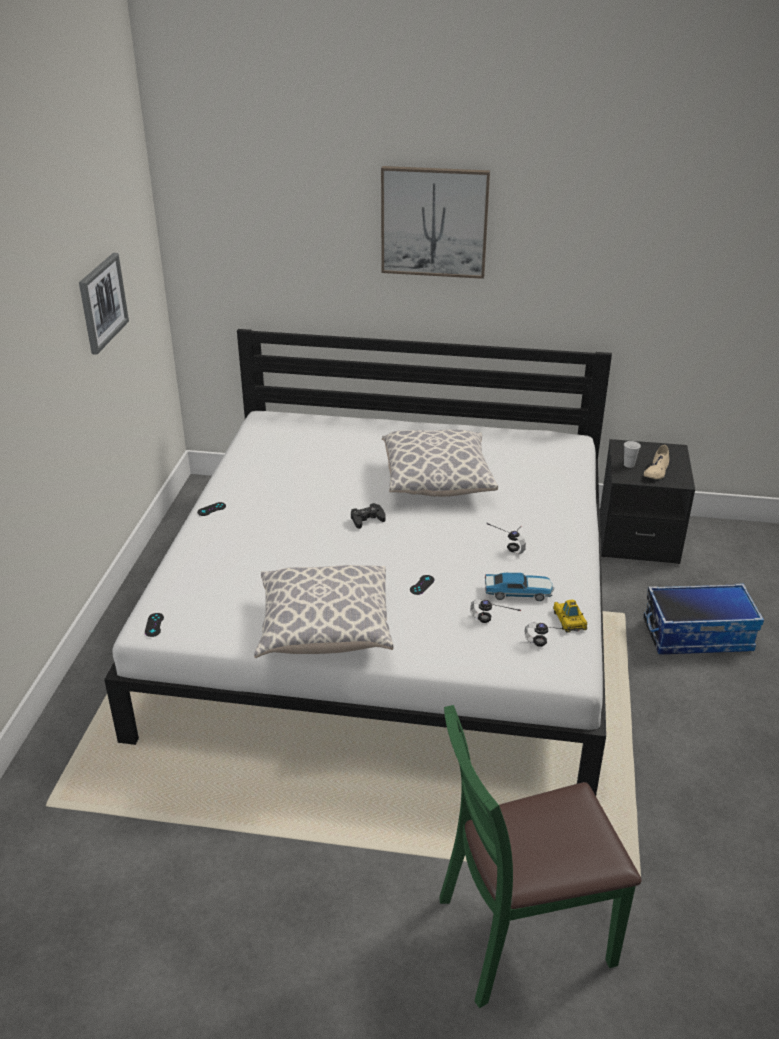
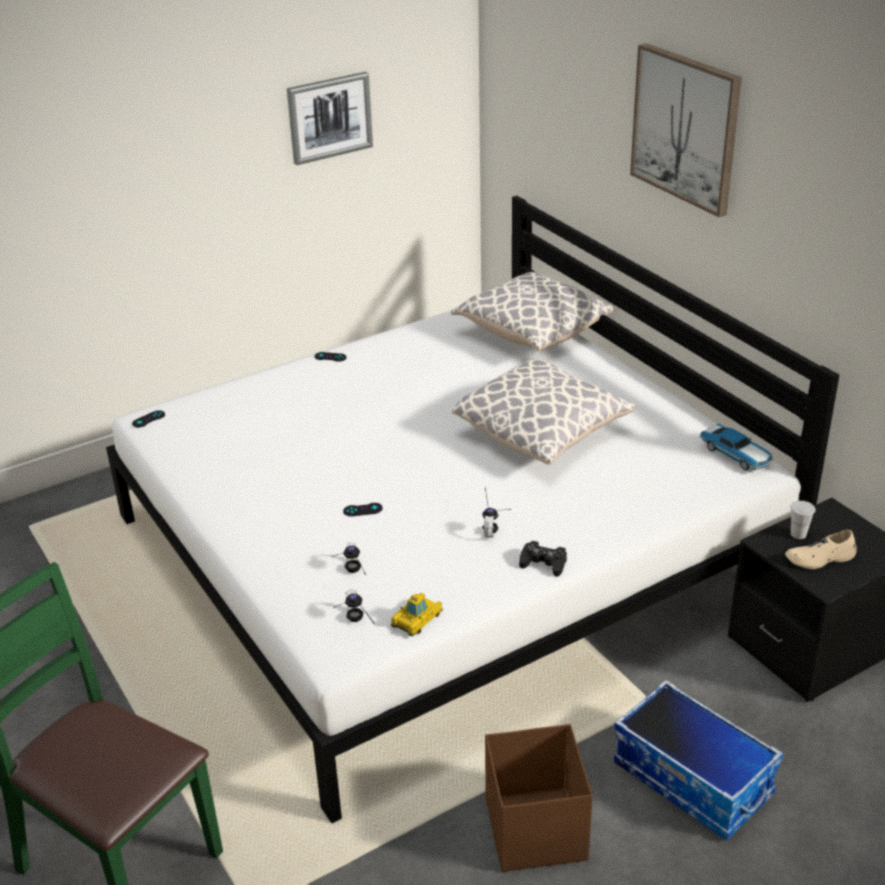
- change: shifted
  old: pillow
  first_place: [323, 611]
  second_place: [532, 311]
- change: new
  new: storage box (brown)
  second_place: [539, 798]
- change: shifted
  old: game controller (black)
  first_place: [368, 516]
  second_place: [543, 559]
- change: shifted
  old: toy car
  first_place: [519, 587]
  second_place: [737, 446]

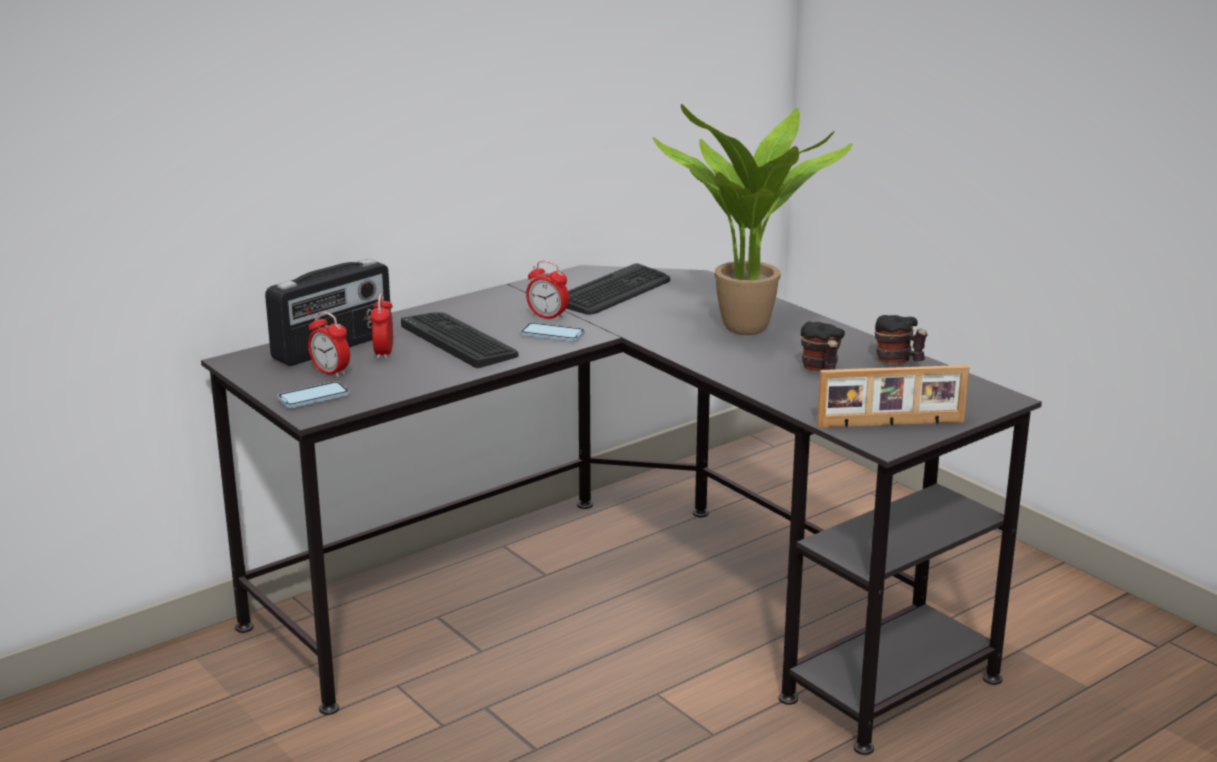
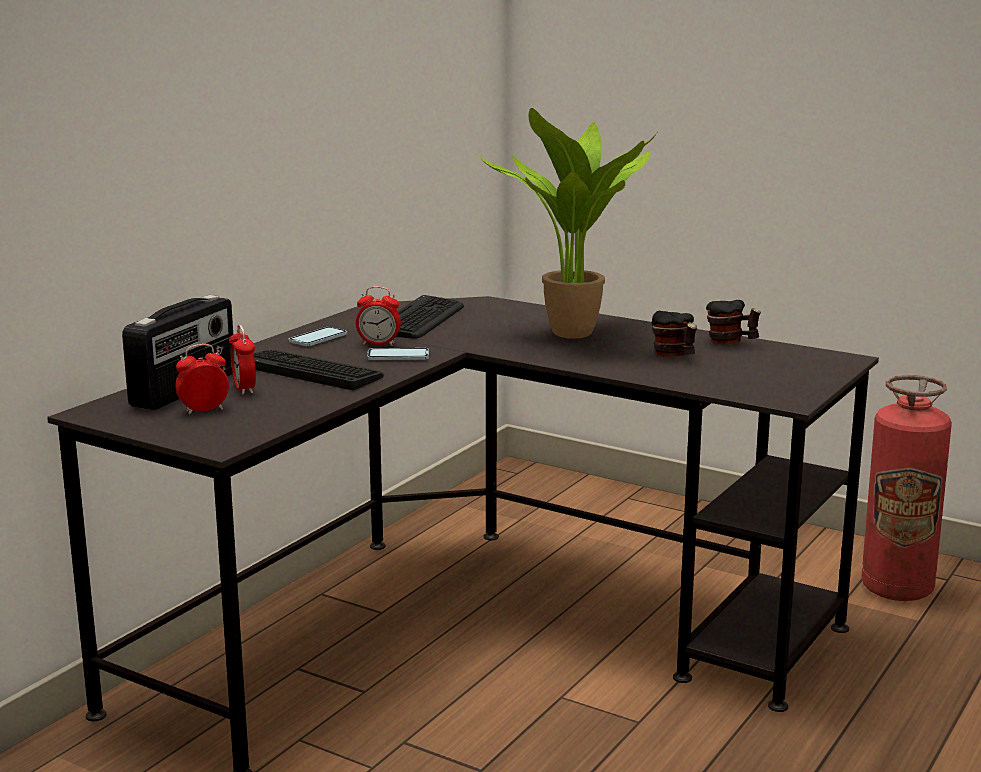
- change: rotated
  old: alarm clock
  first_place: [329, 344]
  second_place: [202, 379]
  degrees: 135
- change: shifted
  old: phone
  first_place: [313, 394]
  second_place: [318, 336]
- change: new
  new: fire extinguisher
  second_place: [906, 488]
- change: gone
  old: picture frame
  first_place: [893, 396]

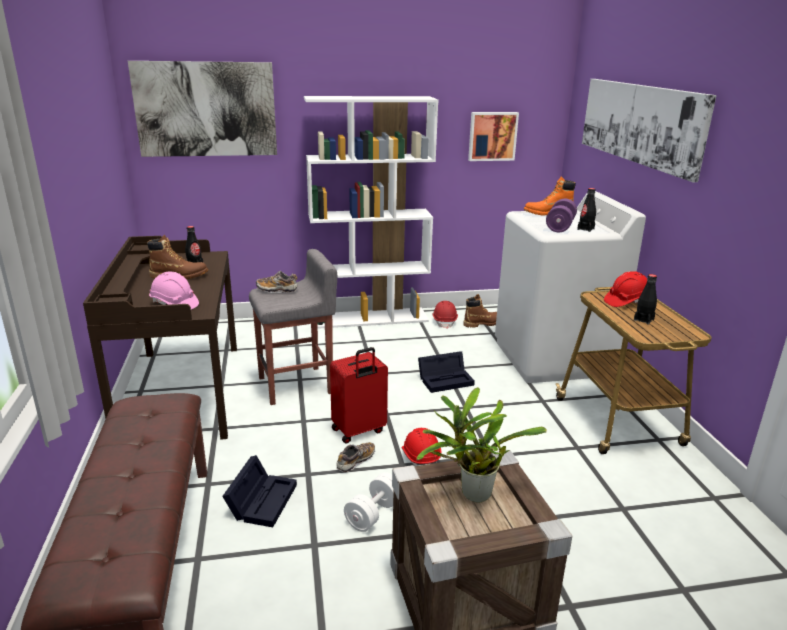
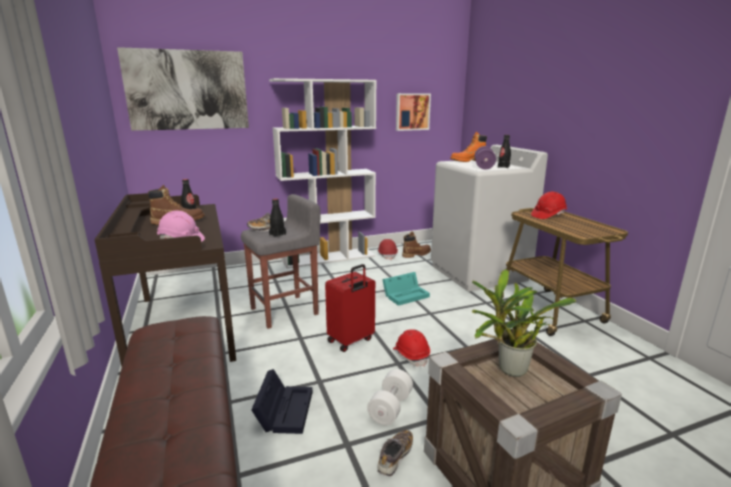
- change: shifted
  old: bottle (black)
  first_place: [645, 299]
  second_place: [277, 218]
- change: shifted
  old: shoe
  first_place: [355, 457]
  second_place: [395, 453]
- change: repainted
  old: storage box (black)
  new: storage box (turquoise)
  first_place: [446, 372]
  second_place: [406, 289]
- change: gone
  old: picture
  first_place: [649, 130]

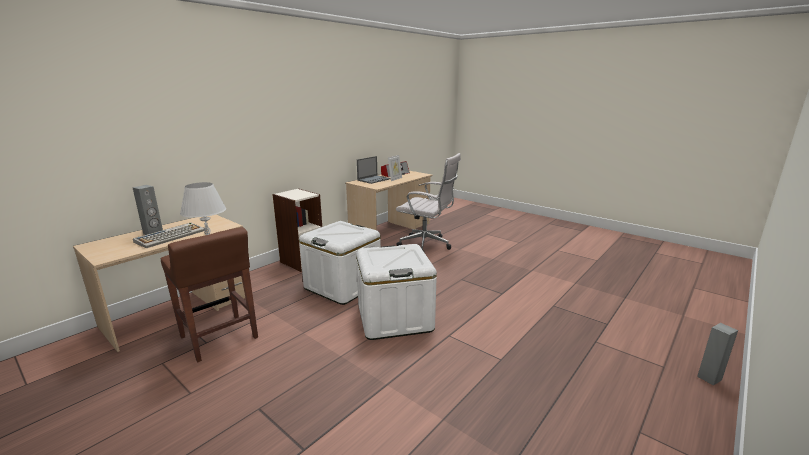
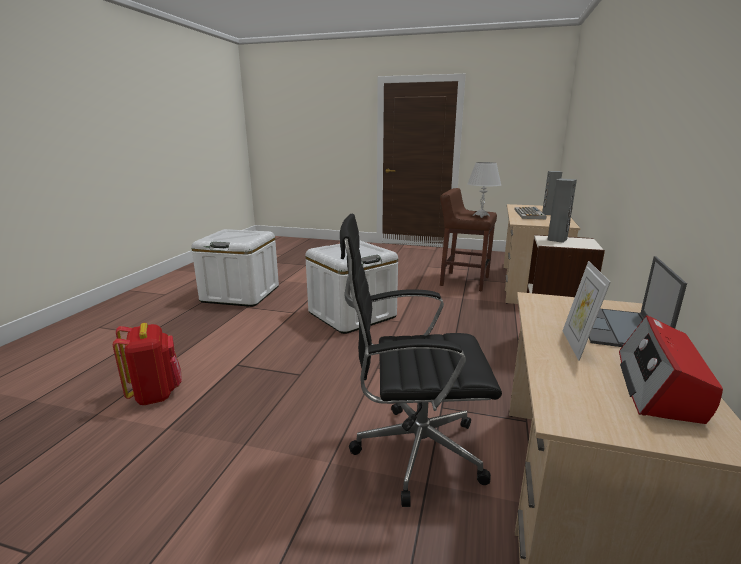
- change: new
  new: backpack (red)
  second_place: [147, 364]
- change: shifted
  old: storage box (white)
  first_place: [340, 263]
  second_place: [235, 268]
- change: repainted
  old: office chair (white)
  new: office chair (black)
  first_place: [428, 202]
  second_place: [421, 360]
- change: shifted
  old: speaker (grey)
  first_place: [717, 354]
  second_place: [562, 211]

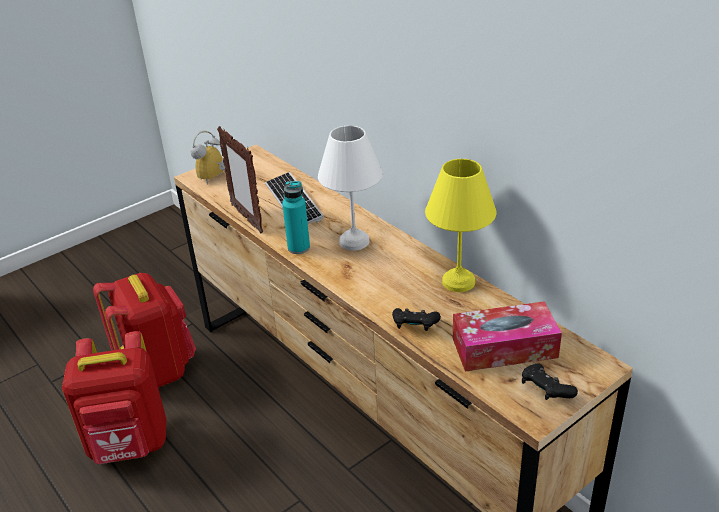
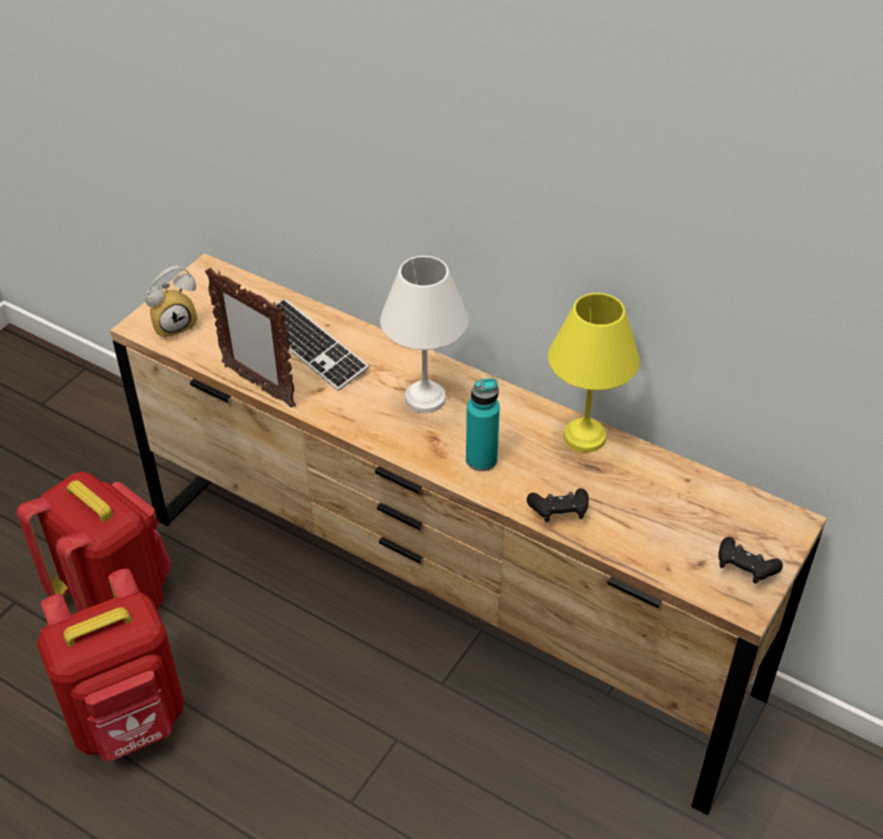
- change: rotated
  old: alarm clock
  first_place: [208, 158]
  second_place: [171, 303]
  degrees: -135
- change: shifted
  old: bottle (turquoise)
  first_place: [296, 217]
  second_place: [483, 424]
- change: gone
  old: tissue box
  first_place: [507, 336]

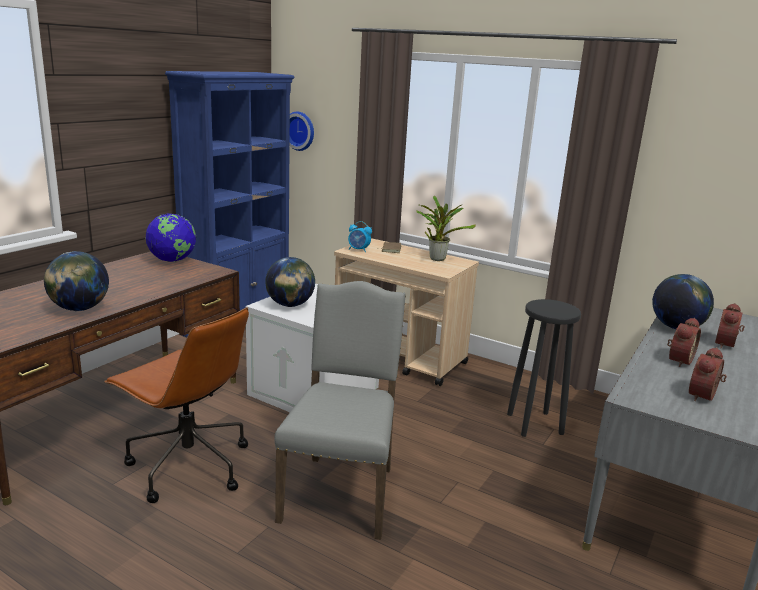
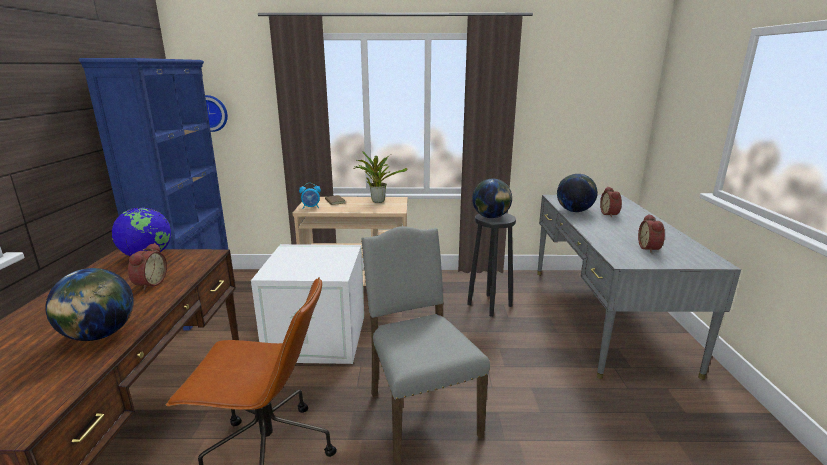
- change: shifted
  old: alarm clock
  first_place: [684, 342]
  second_place: [147, 267]
- change: shifted
  old: globe
  first_place: [290, 282]
  second_place: [492, 199]

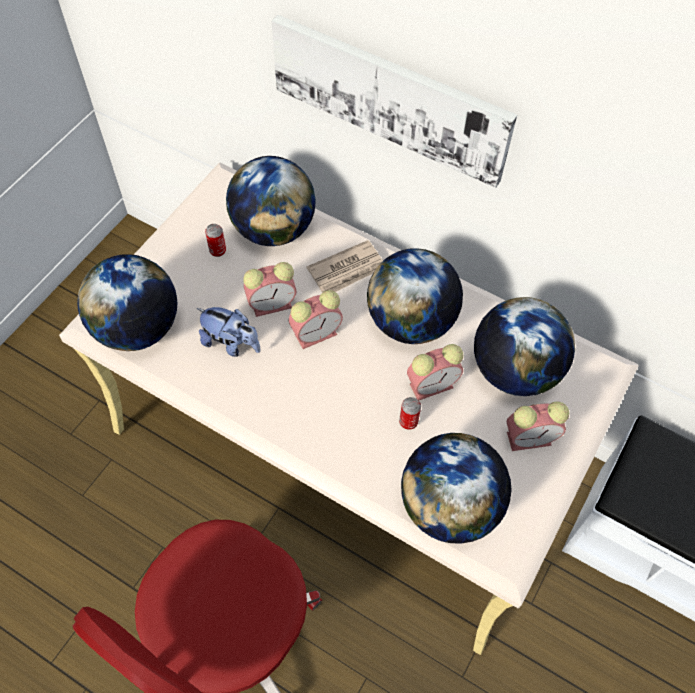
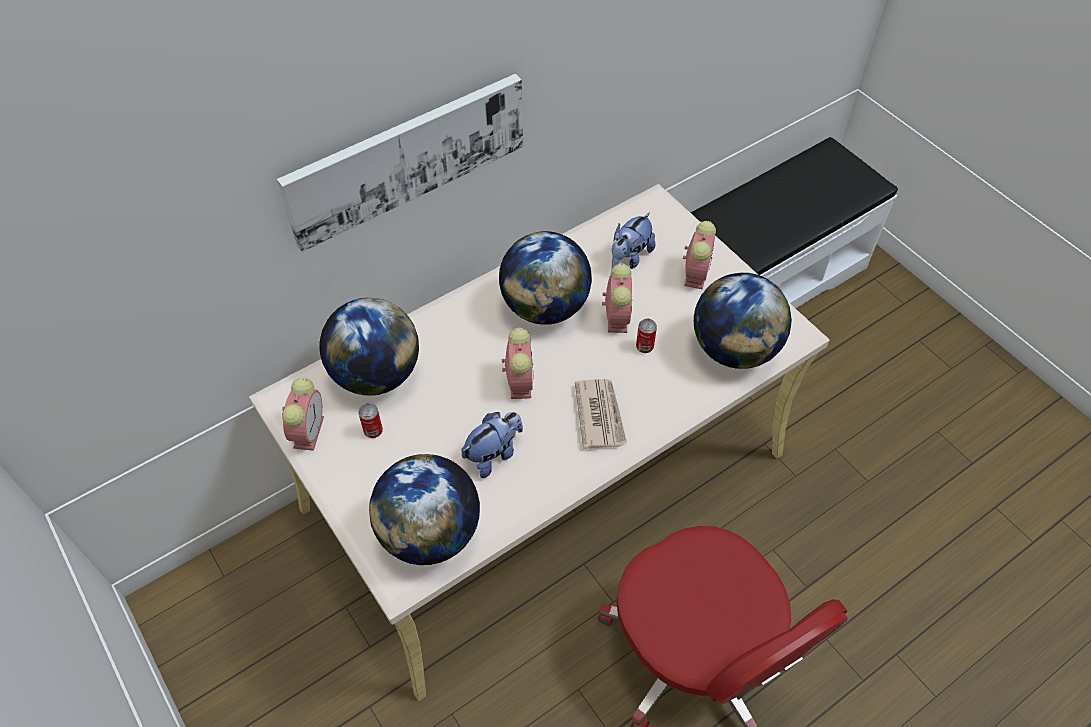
- change: shifted
  old: alarm clock
  first_place: [269, 289]
  second_place: [303, 414]
- change: shifted
  old: newspaper
  first_place: [344, 266]
  second_place: [601, 414]
- change: swapped
  old: globe
  new: plush toy
  first_place: [524, 346]
  second_place: [634, 240]

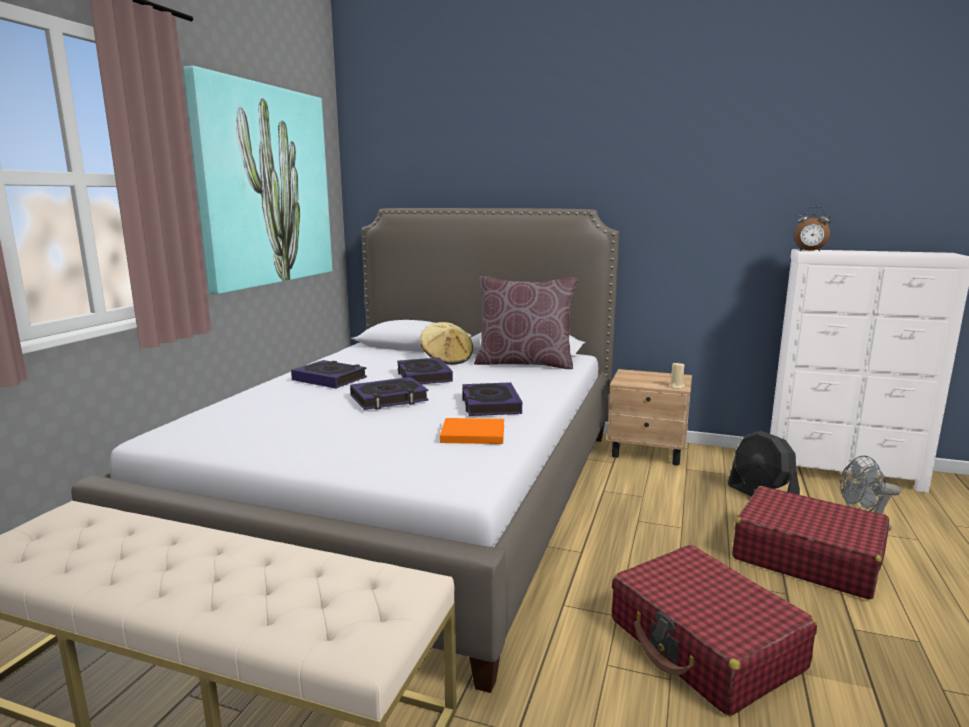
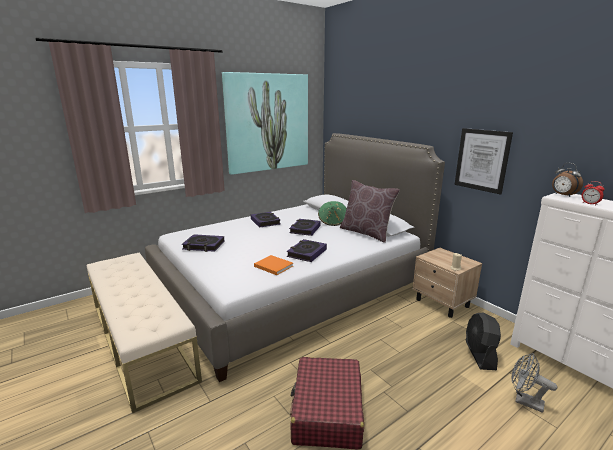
- change: shifted
  old: book
  first_place: [389, 393]
  second_place: [203, 243]
- change: repainted
  old: hat (beige)
  new: hat (green)
  first_place: [446, 343]
  second_place: [332, 213]
- change: new
  new: picture
  second_place: [484, 161]
- change: new
  new: alarm clock
  second_place: [593, 193]
- change: gone
  old: suitcase (red)
  first_place: [810, 543]

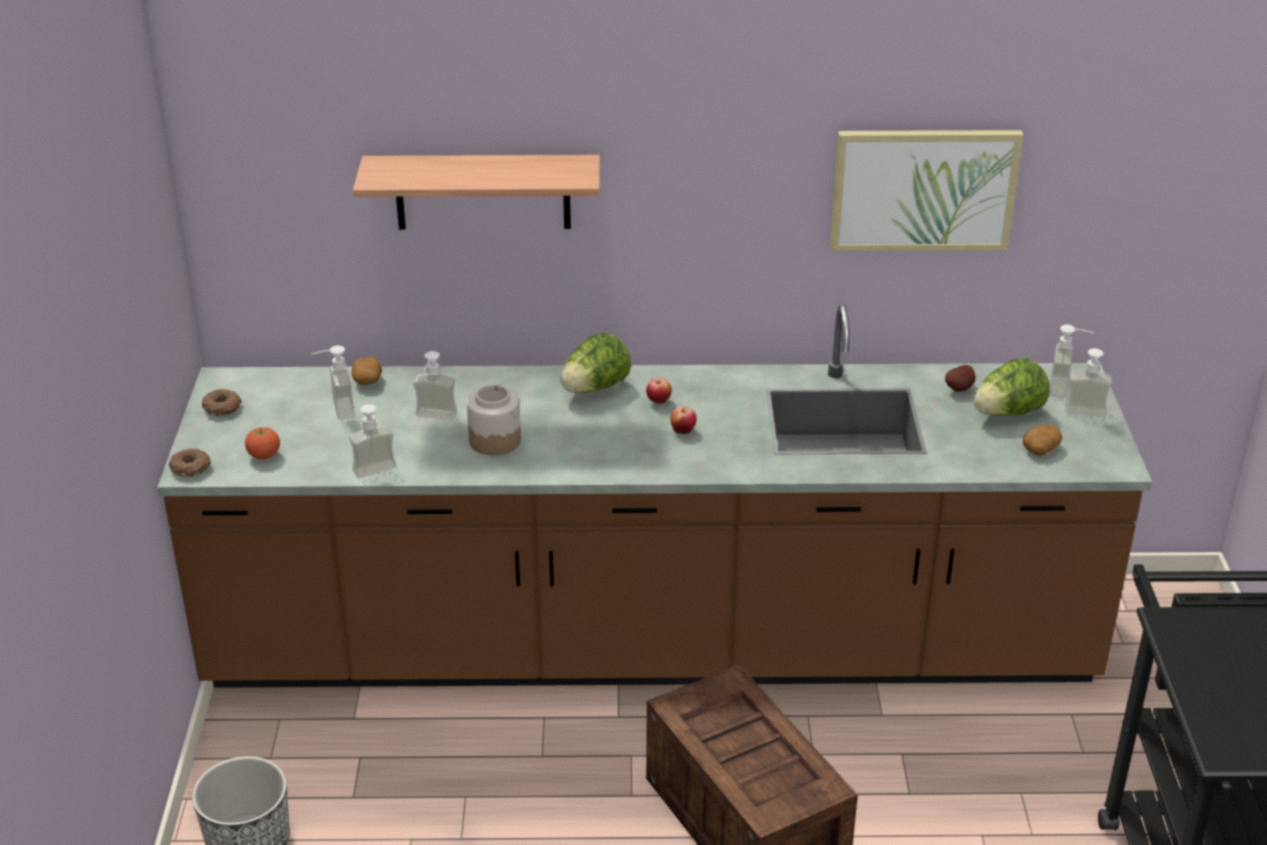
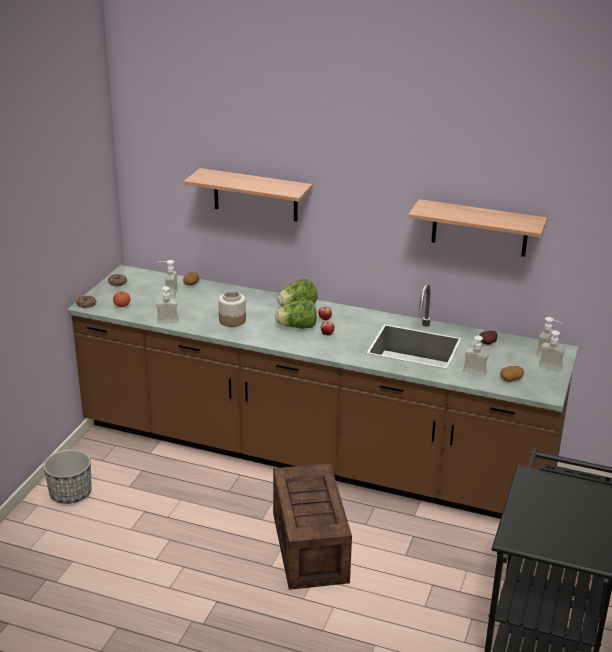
- change: shifted
  old: lettuce
  first_place: [1011, 387]
  second_place: [296, 314]
- change: swapped
  old: picture
  new: shelf
  first_place: [926, 190]
  second_place: [477, 228]
- change: shifted
  old: soap dispenser
  first_place: [435, 385]
  second_place: [476, 356]

